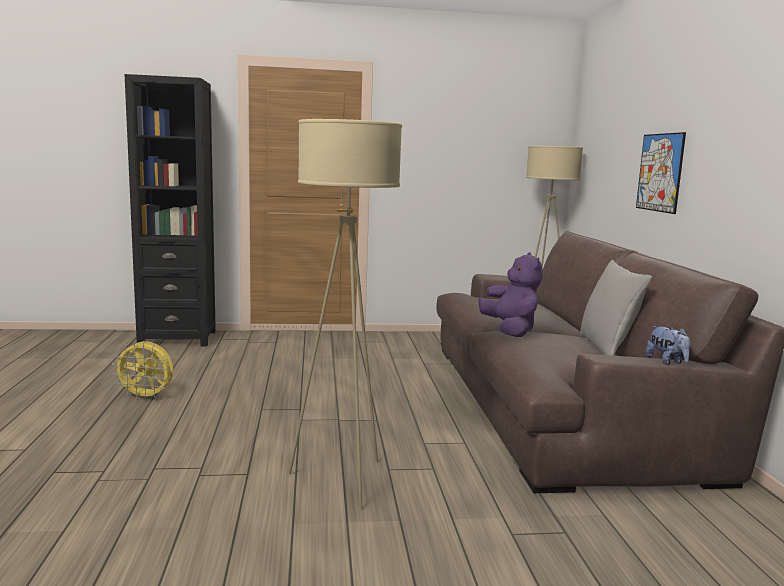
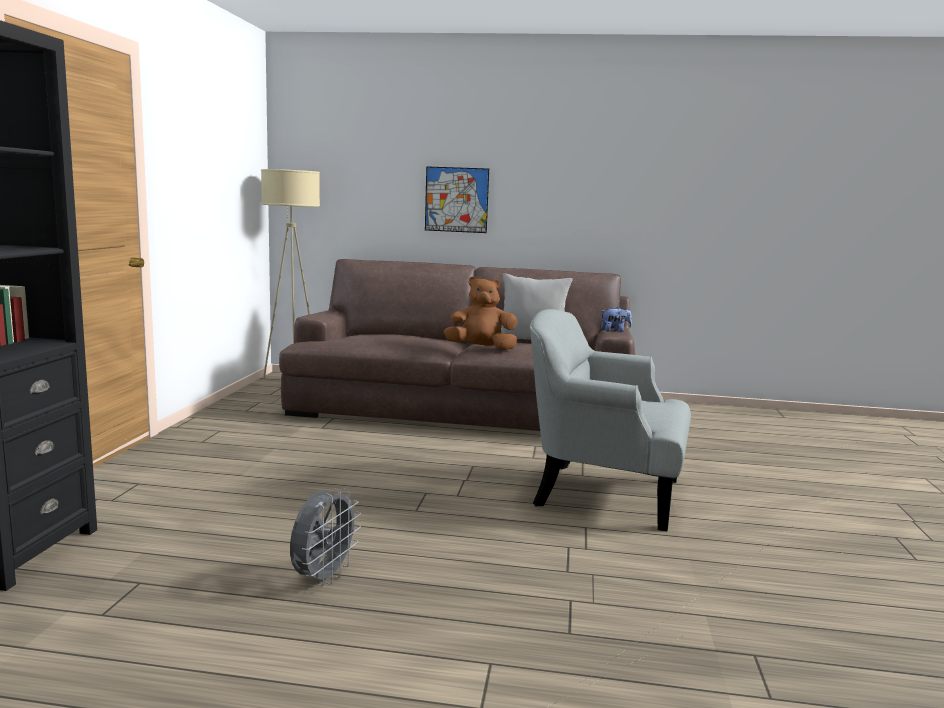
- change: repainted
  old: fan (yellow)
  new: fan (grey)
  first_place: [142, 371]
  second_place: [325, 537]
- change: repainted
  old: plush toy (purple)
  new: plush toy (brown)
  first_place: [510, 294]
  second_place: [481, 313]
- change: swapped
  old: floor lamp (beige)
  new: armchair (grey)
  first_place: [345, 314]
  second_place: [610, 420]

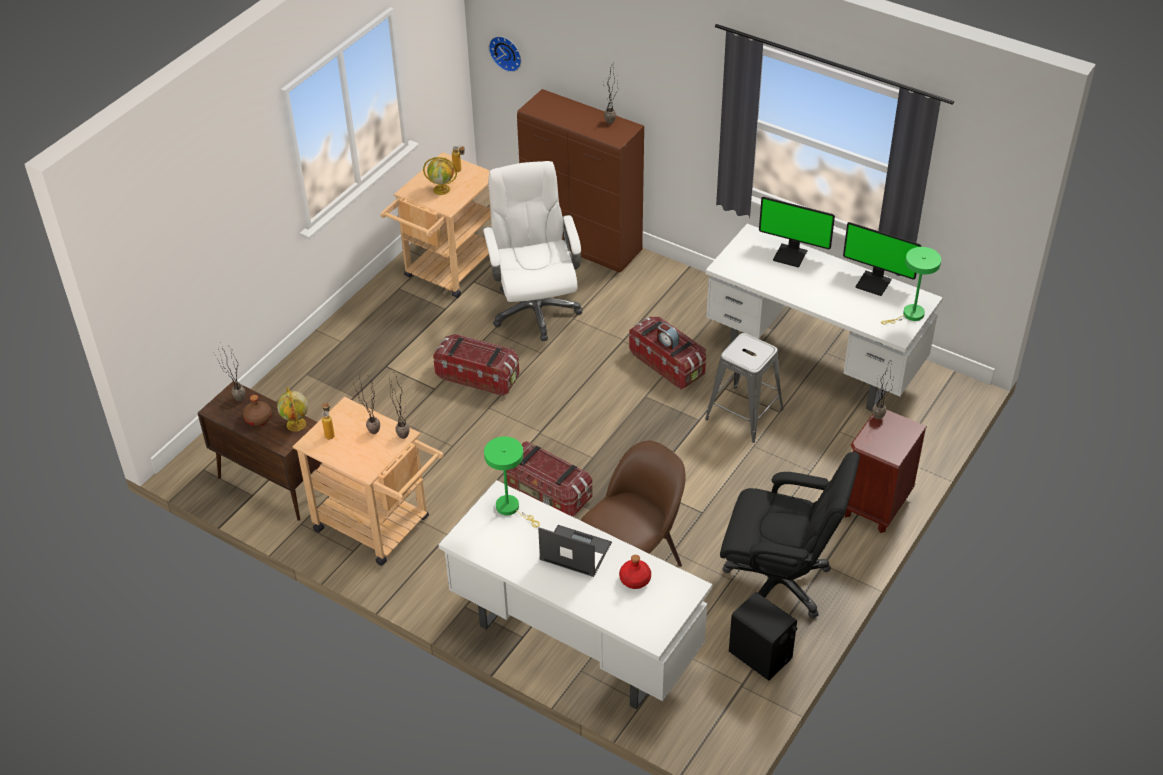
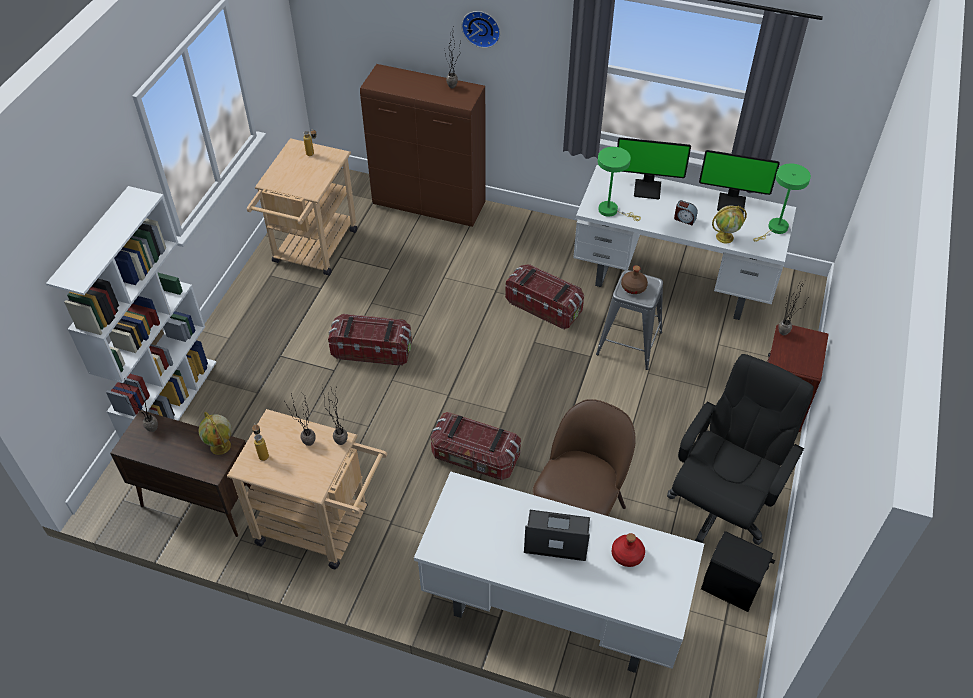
- change: new
  new: bookcase (white)
  second_place: [131, 312]
- change: shifted
  old: wall clock
  first_place: [505, 54]
  second_place: [481, 29]
- change: shifted
  old: table lamp (green)
  first_place: [512, 482]
  second_place: [619, 184]
- change: shifted
  old: bottle (brown)
  first_place: [257, 410]
  second_place: [634, 279]
- change: rotated
  old: office chair (black)
  first_place: [790, 535]
  second_place: [740, 449]
  degrees: -60
- change: shifted
  old: alarm clock
  first_place: [668, 336]
  second_place: [686, 213]
- change: shifted
  old: globe
  first_place: [440, 176]
  second_place: [729, 224]
- change: gone
  old: office chair (white)
  first_place: [533, 251]

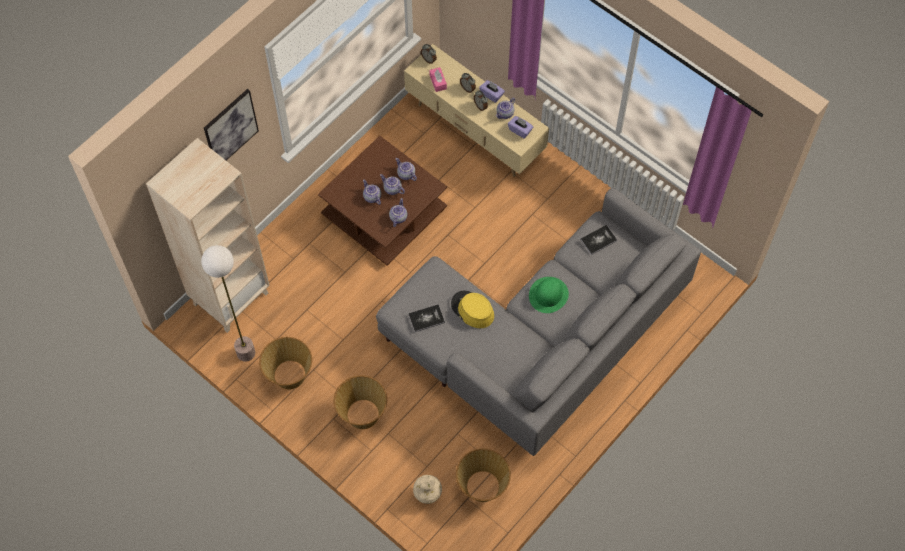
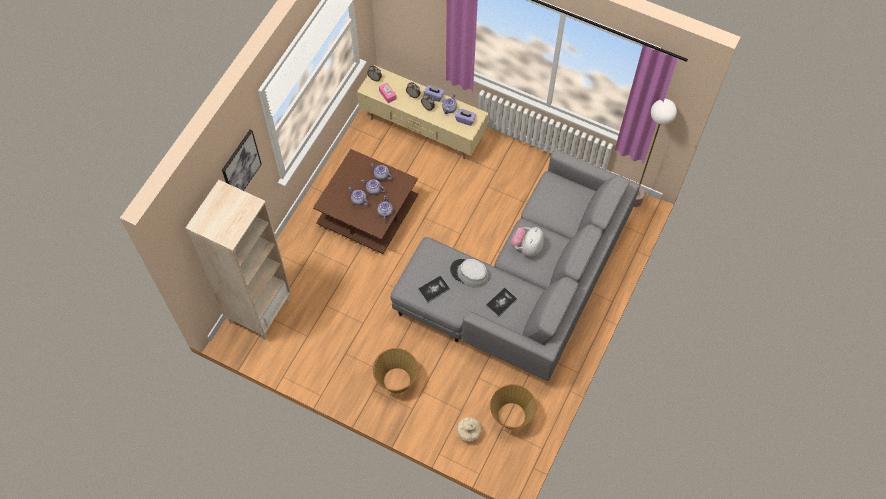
- change: repainted
  old: hat (yellow)
  new: hat (grey)
  first_place: [472, 309]
  second_place: [469, 273]
- change: shifted
  old: book
  first_place: [598, 240]
  second_place: [501, 302]
- change: swapped
  old: hat (green)
  new: plush toy
  first_place: [549, 295]
  second_place: [527, 242]
- change: shifted
  old: floor lamp
  first_place: [228, 303]
  second_place: [655, 153]
- change: gone
  old: basket
  first_place: [285, 363]

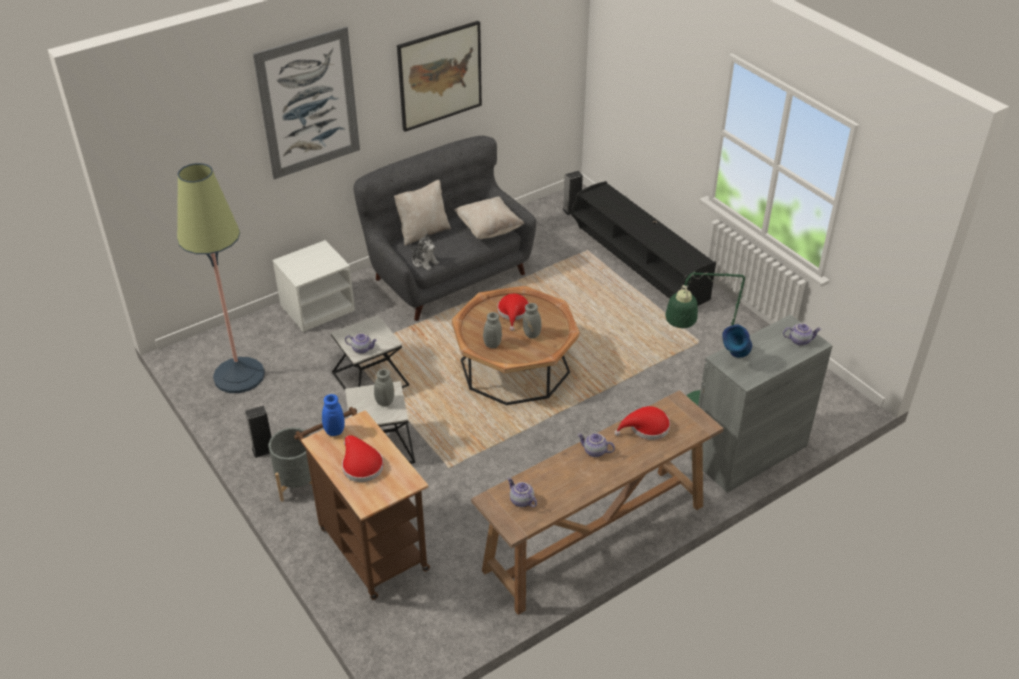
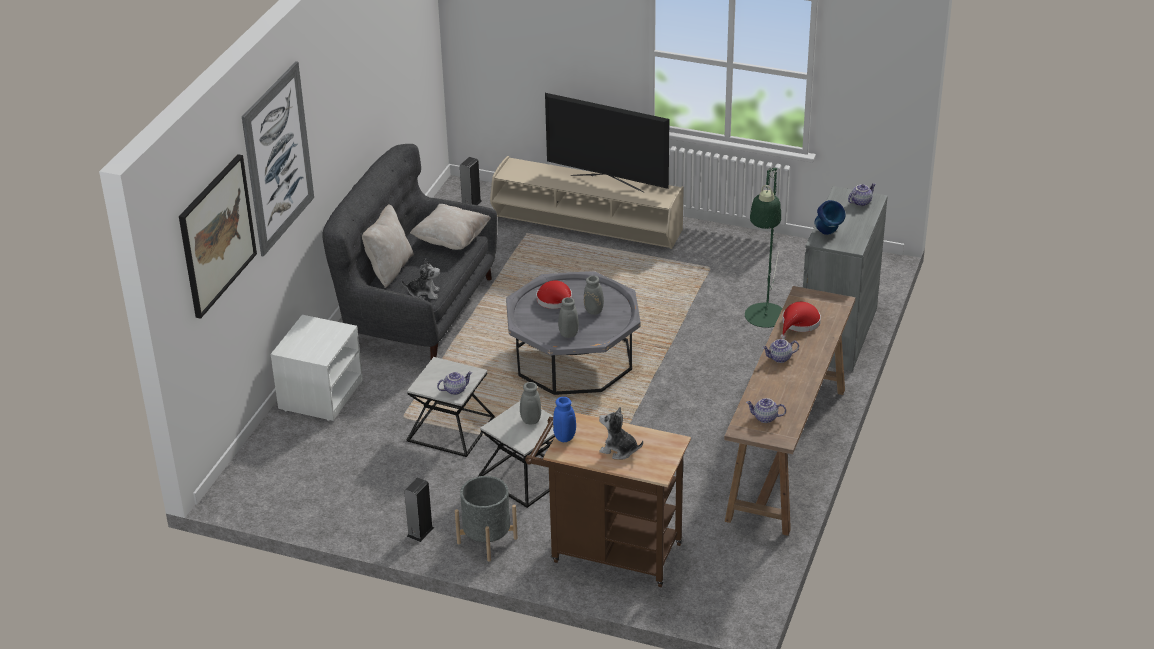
- change: shifted
  old: picture
  first_place: [439, 76]
  second_place: [218, 236]
- change: repainted
  old: tv stand (black)
  new: tv stand (beige)
  first_place: [643, 243]
  second_place: [587, 202]
- change: repainted
  old: coffee table (brown)
  new: coffee table (grey)
  first_place: [516, 345]
  second_place: [573, 333]
- change: new
  new: television
  second_place: [607, 143]
- change: swapped
  old: hat (red)
  new: plush toy
  first_place: [363, 458]
  second_place: [621, 433]
- change: gone
  old: floor lamp
  first_place: [221, 278]

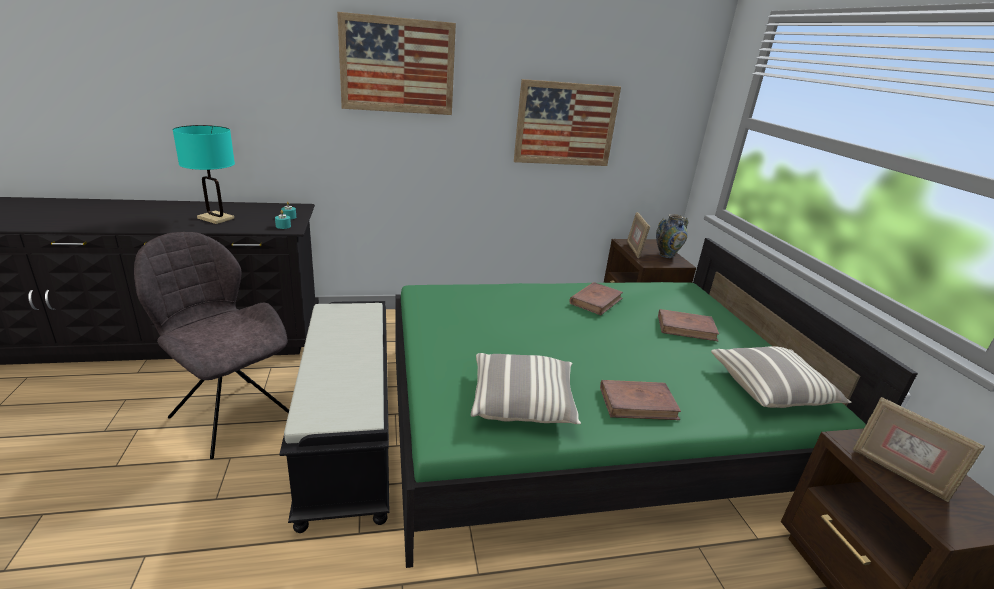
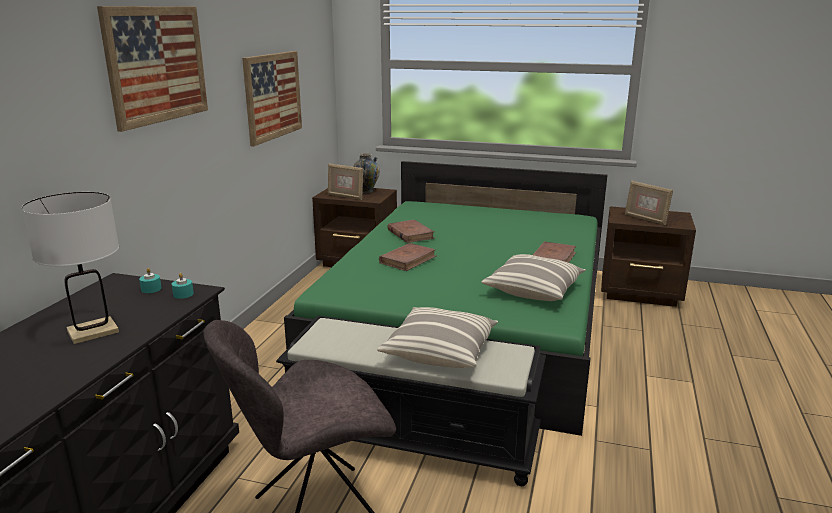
- change: repainted
  old: table lamp (turquoise)
  new: table lamp (white)
  first_place: [204, 174]
  second_place: [70, 268]
- change: shifted
  old: pillow
  first_place: [781, 377]
  second_place: [437, 337]
- change: shifted
  old: book (brown)
  first_place: [688, 325]
  second_place: [407, 257]
- change: rotated
  old: picture frame
  first_place: [919, 449]
  second_place: [649, 203]
  degrees: 60

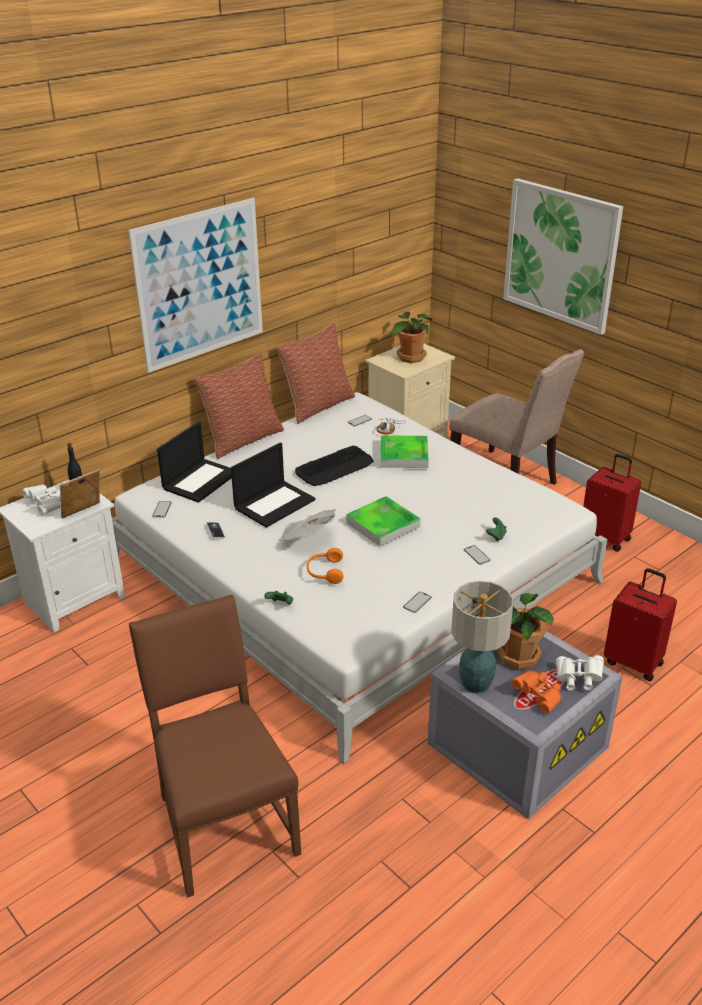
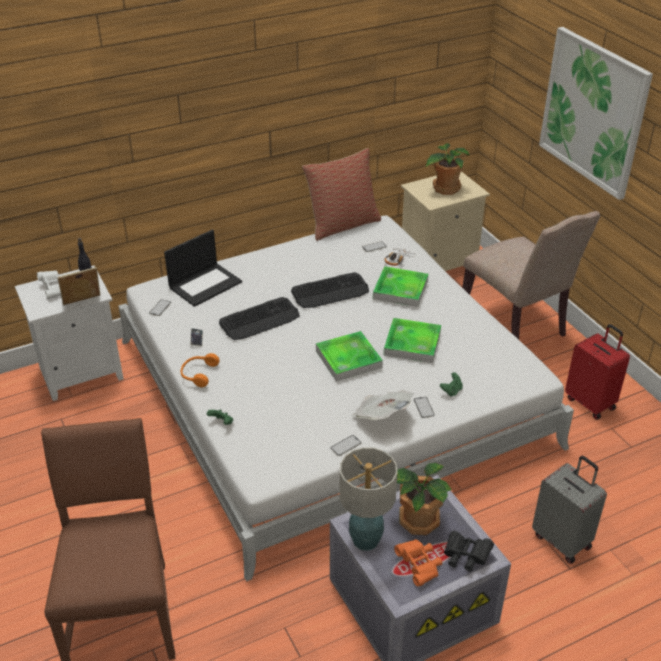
- change: shifted
  old: headphones (orange)
  first_place: [324, 566]
  second_place: [200, 370]
- change: swapped
  old: laptop
  new: keyboard
  first_place: [273, 485]
  second_place: [259, 318]
- change: shifted
  old: newspaper
  first_place: [307, 525]
  second_place: [383, 405]
- change: new
  new: tray
  second_place: [412, 340]
- change: repainted
  old: binoculars (white)
  new: binoculars (black)
  first_place: [580, 672]
  second_place: [469, 551]
- change: repainted
  old: suitcase (red)
  new: suitcase (grey)
  first_place: [640, 624]
  second_place: [569, 509]
- change: gone
  old: picture
  first_place: [195, 285]
- change: gone
  old: pillow
  first_place: [238, 406]

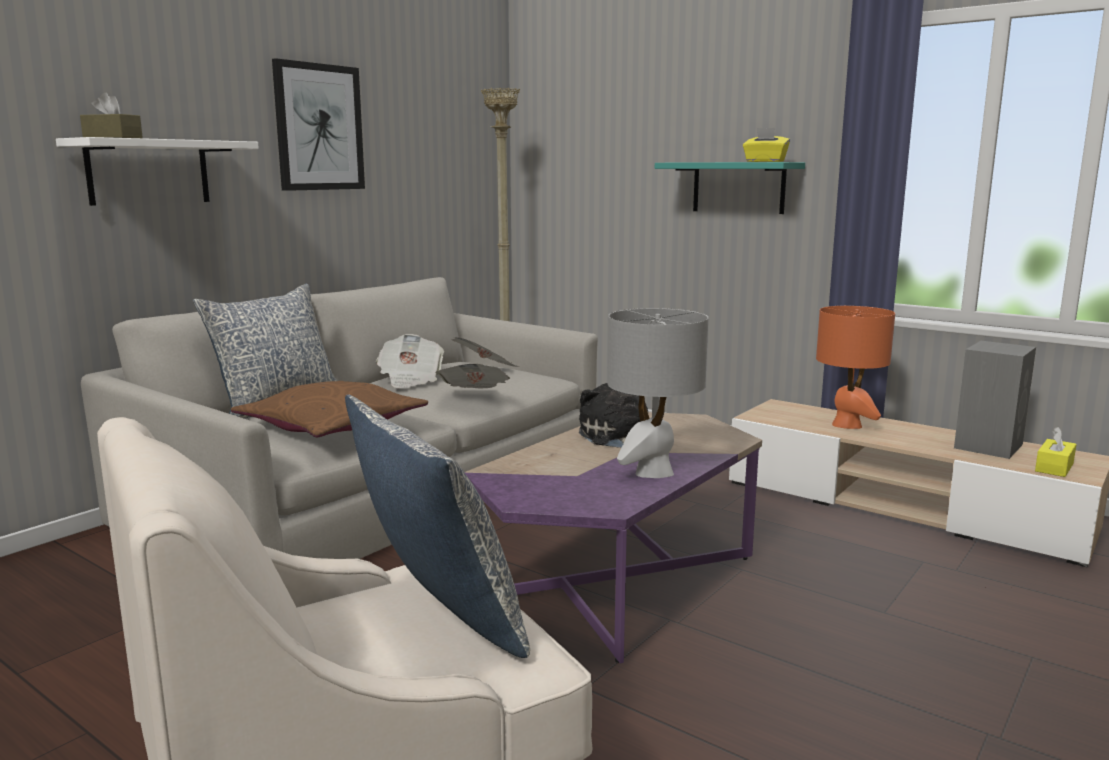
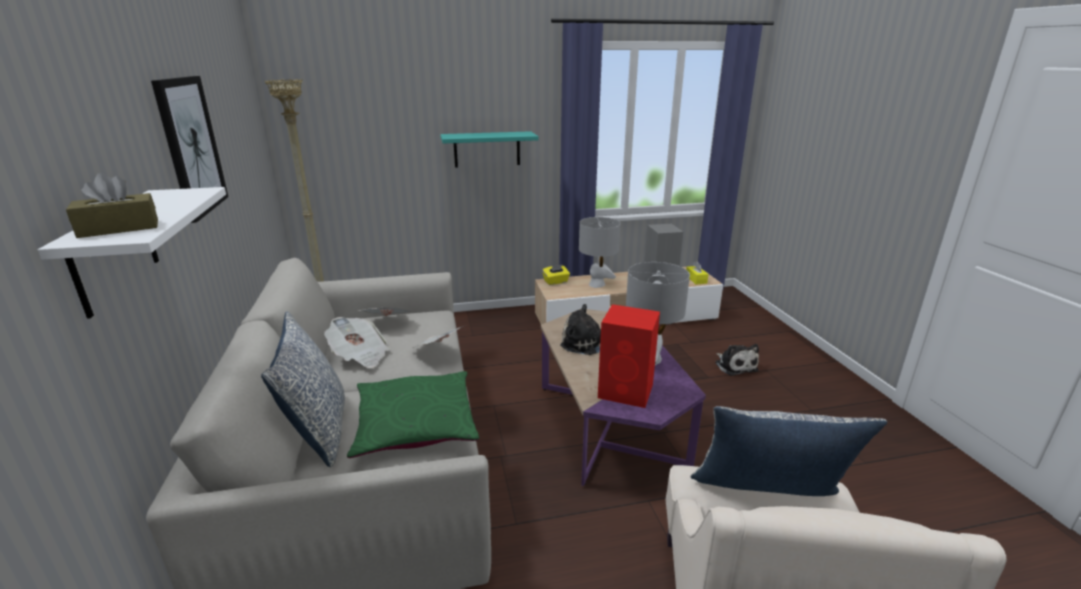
- change: repainted
  old: pillow (brown)
  new: pillow (green)
  first_place: [329, 409]
  second_place: [413, 414]
- change: shifted
  old: tissue box (yellow)
  first_place: [766, 145]
  second_place: [556, 275]
- change: repainted
  old: table lamp (orange)
  new: table lamp (grey)
  first_place: [855, 367]
  second_place: [599, 252]
- change: new
  new: speaker (red)
  second_place: [629, 356]
- change: new
  new: plush toy
  second_place: [737, 360]

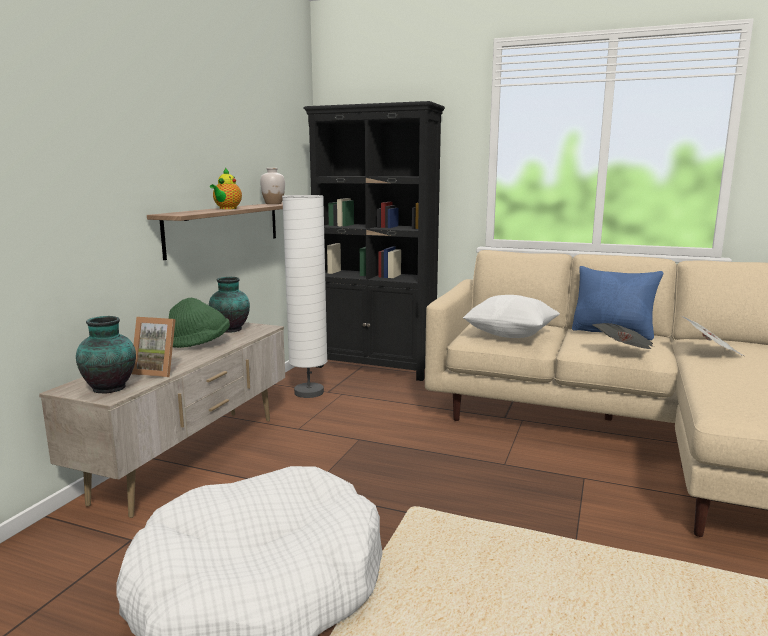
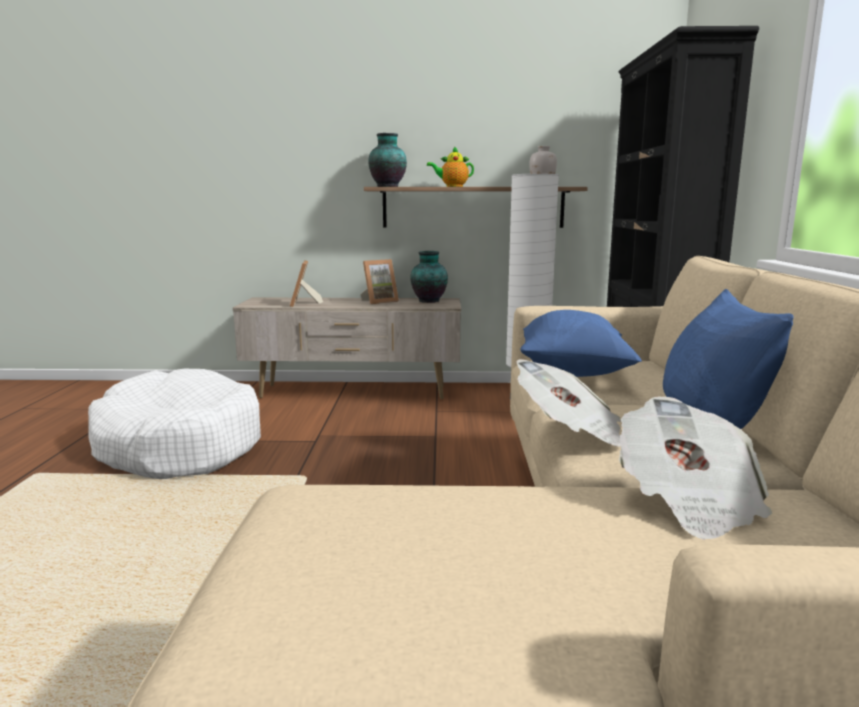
- change: swapped
  old: hat (green)
  new: picture frame
  first_place: [199, 323]
  second_place: [379, 281]
- change: shifted
  old: vase
  first_place: [106, 355]
  second_place: [387, 160]
- change: repainted
  old: pillow (white)
  new: pillow (blue)
  first_place: [511, 316]
  second_place: [581, 343]

